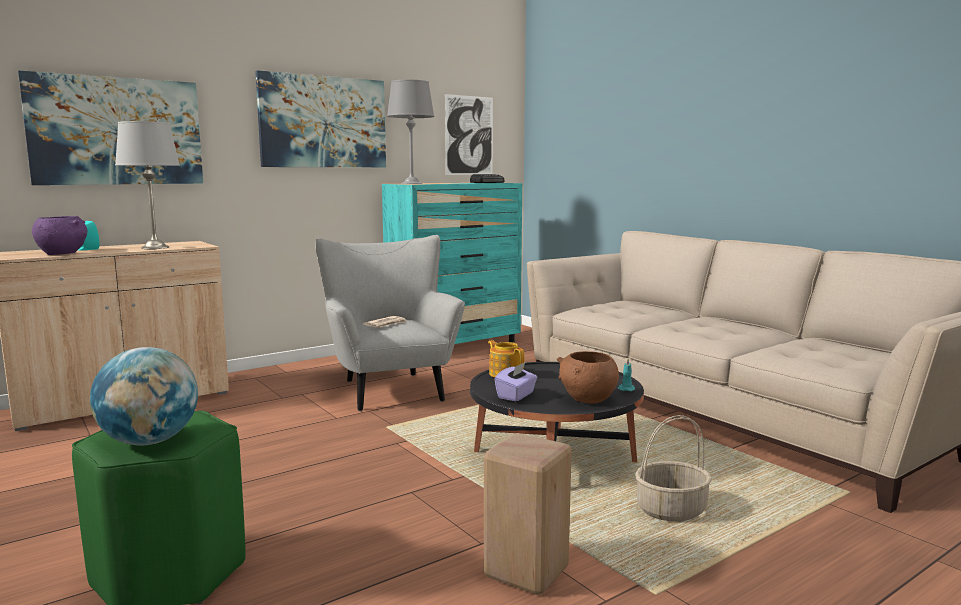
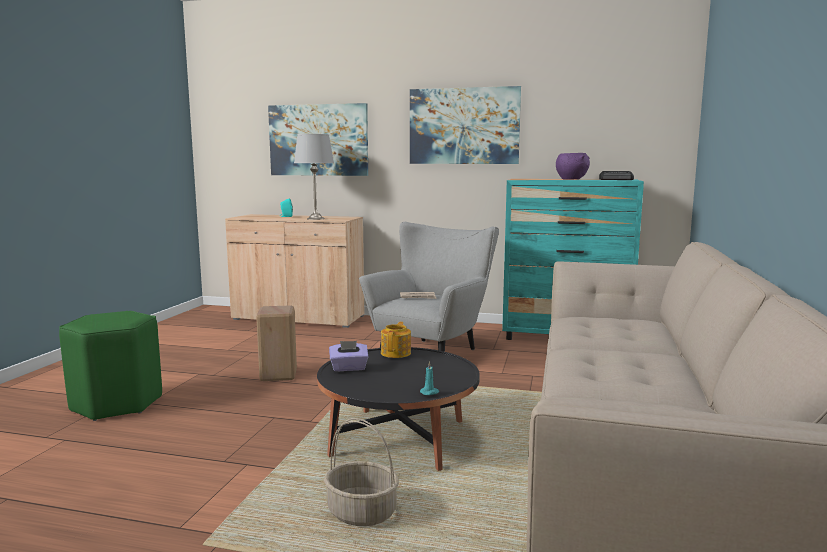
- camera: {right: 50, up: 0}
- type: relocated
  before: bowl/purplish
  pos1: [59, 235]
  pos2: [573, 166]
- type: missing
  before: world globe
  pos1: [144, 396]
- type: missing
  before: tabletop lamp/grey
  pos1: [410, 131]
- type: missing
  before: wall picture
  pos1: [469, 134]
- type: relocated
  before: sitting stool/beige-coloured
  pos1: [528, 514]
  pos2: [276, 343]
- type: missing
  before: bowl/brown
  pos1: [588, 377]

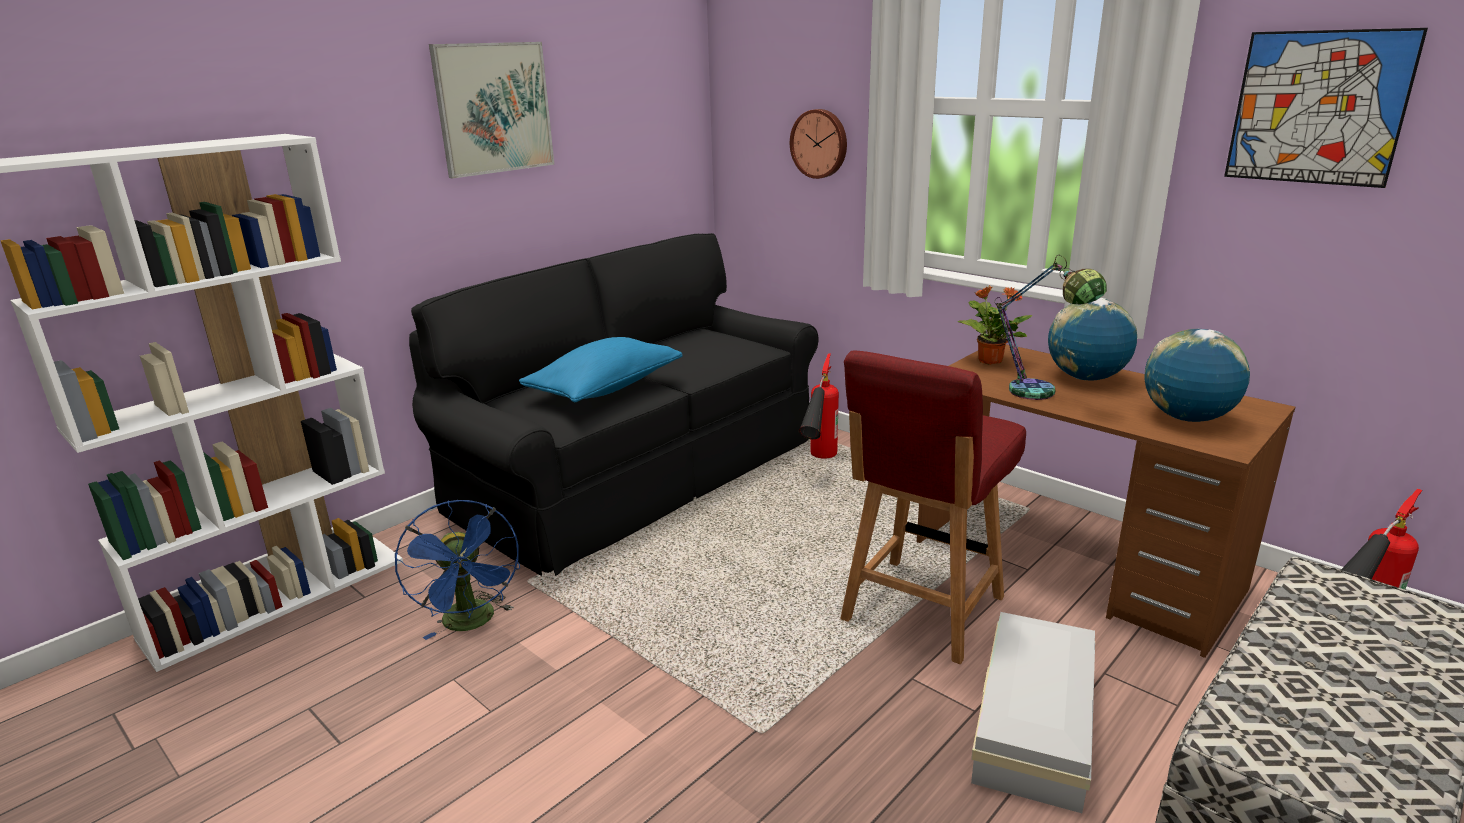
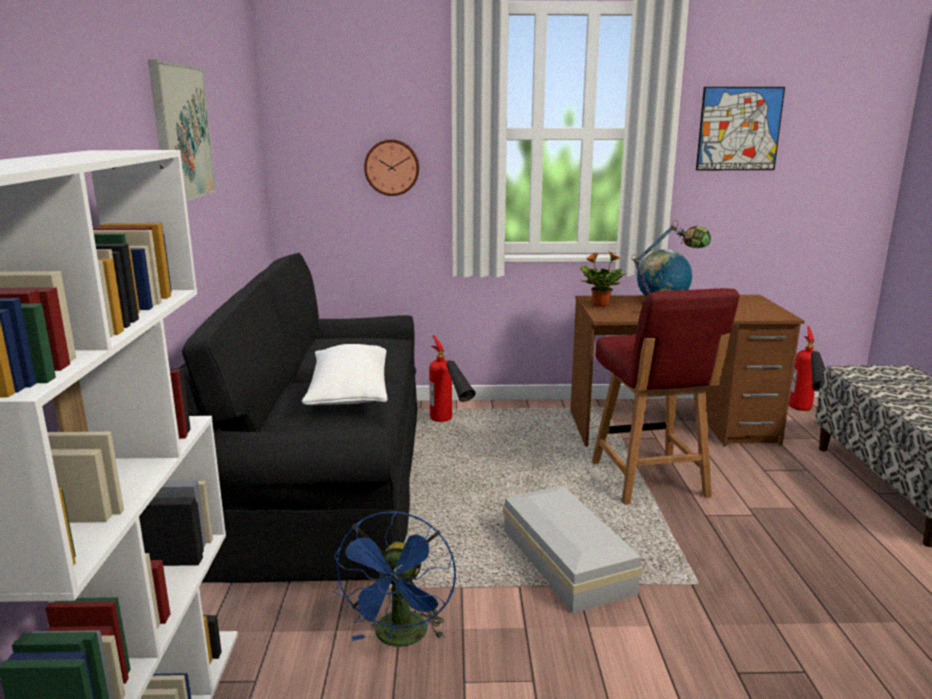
- camera: {right: -45, up: -5}
- type: spun
  before: cooling fan/blue
  pos1: [457, 570]
  pos2: [394, 579]
  turn: 75
- type: colour
  before: pillow/blue
  after: pillow/white-coloured
  pos1: [601, 369]
  pos2: [344, 374]
- type: relocated
  before: storage box/white-coloured
  pos1: [1033, 712]
  pos2: [573, 549]
- type: missing
  before: world globe
  pos1: [1197, 375]

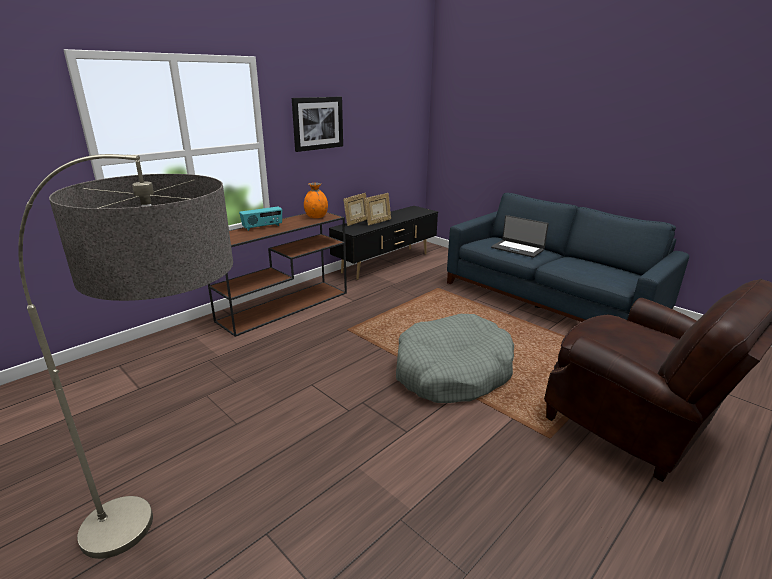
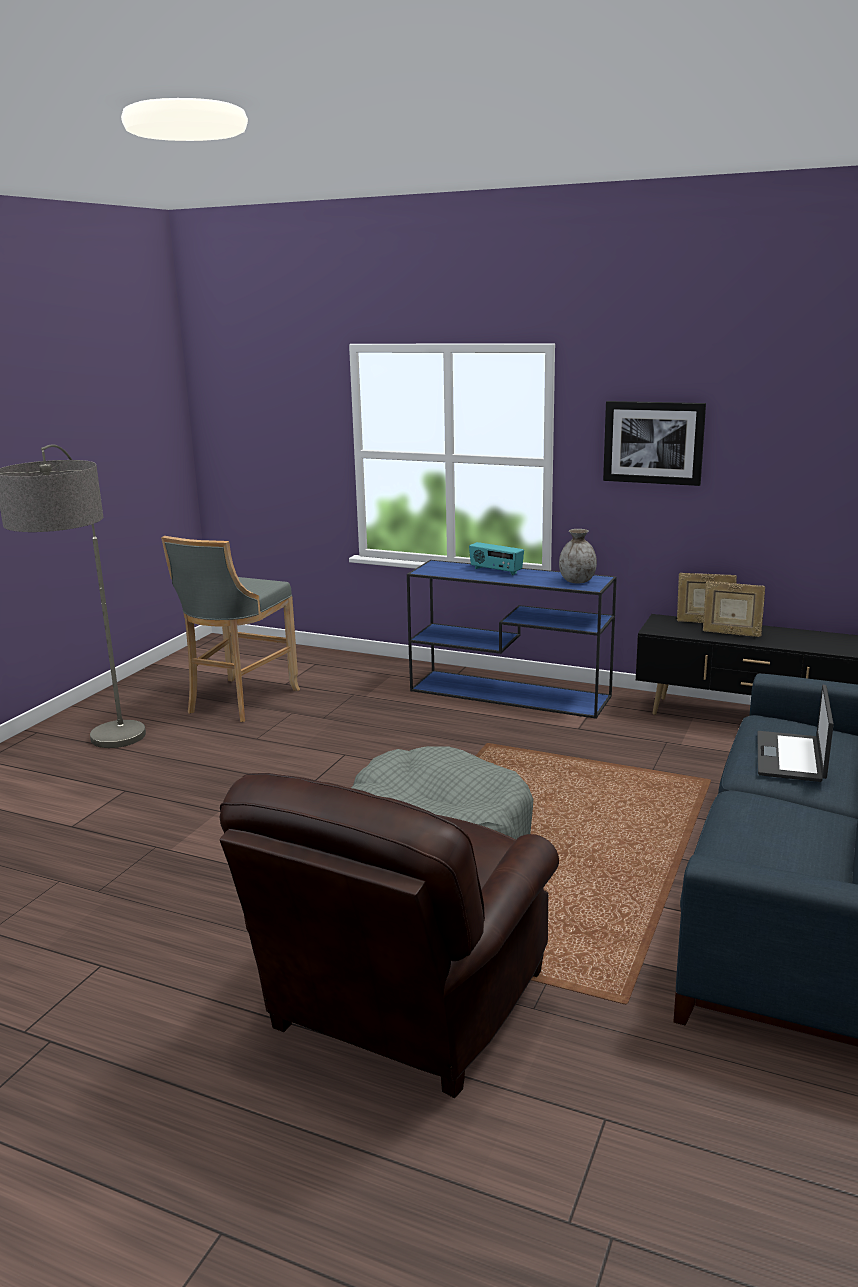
- camera: {right: 70, up: -5}
- type: colour
  before: hall table/brown
  after: hall table/blue
  pos1: [277, 274]
  pos2: [512, 639]
- type: colour
  before: vase/orange-coloured
  after: vase/grey
  pos1: [316, 200]
  pos2: [578, 556]
- type: appeared
  after: sitting stool/grey
  pos2: [230, 629]

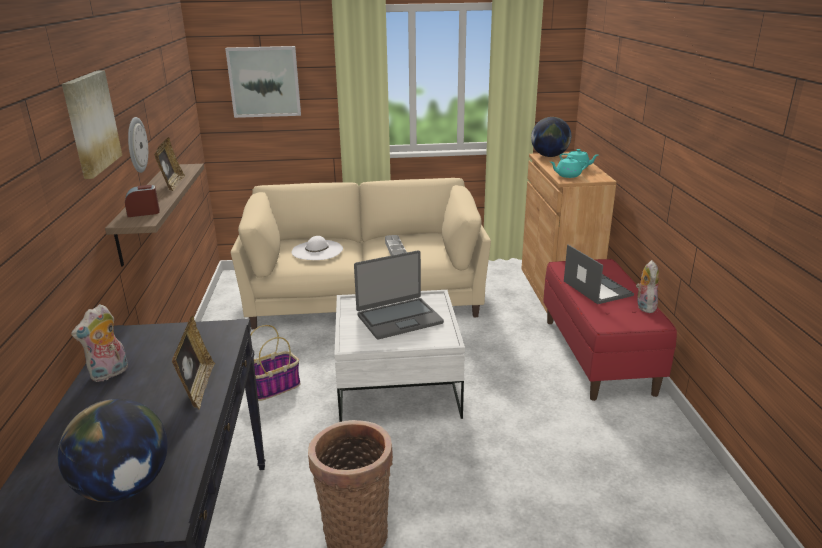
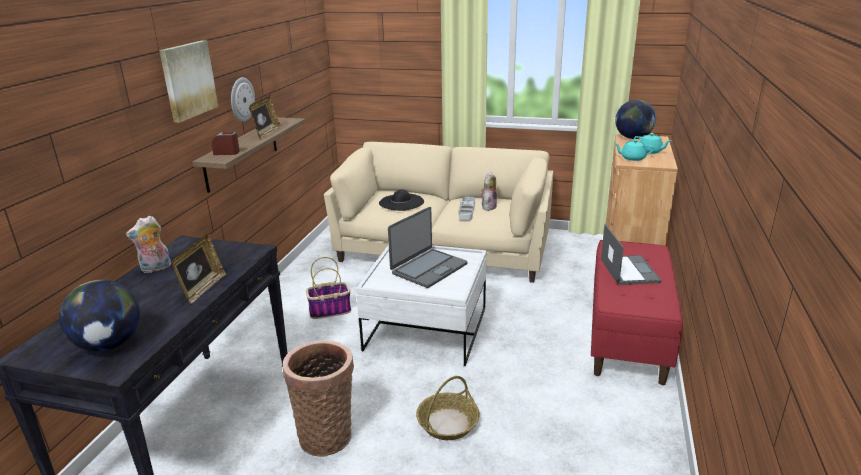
- camera: {right: 20, up: 0}
- type: missing
  before: wall picture
  pos1: [263, 82]
- type: colour
  before: wearable hat/white-coloured
  after: wearable hat/blackish
  pos1: [317, 248]
  pos2: [401, 200]
- type: spun
  before: laptop
  pos1: [399, 294]
  pos2: [427, 247]
  turn: -45
- type: relocated
  before: plush toy
  pos1: [647, 286]
  pos2: [489, 191]
- type: appeared
  after: basket
  pos2: [448, 408]

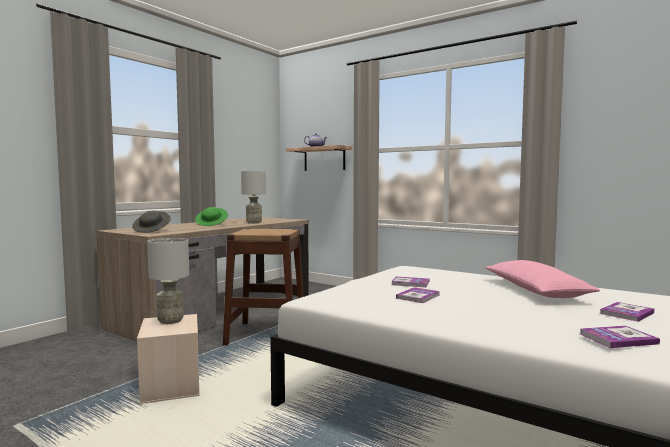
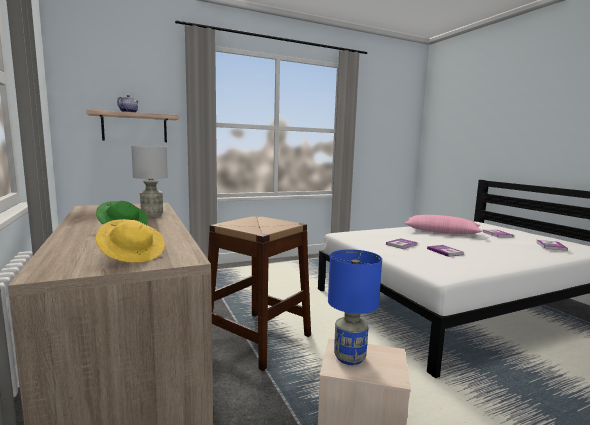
- camera: {right: -60, up: 5}
- type: colour
  before: wearable hat/grey
  after: wearable hat/yellow-coloured
  pos1: [151, 221]
  pos2: [130, 241]
- type: colour
  before: tabletop lamp/grey
  after: tabletop lamp/blue
  pos1: [168, 281]
  pos2: [355, 307]

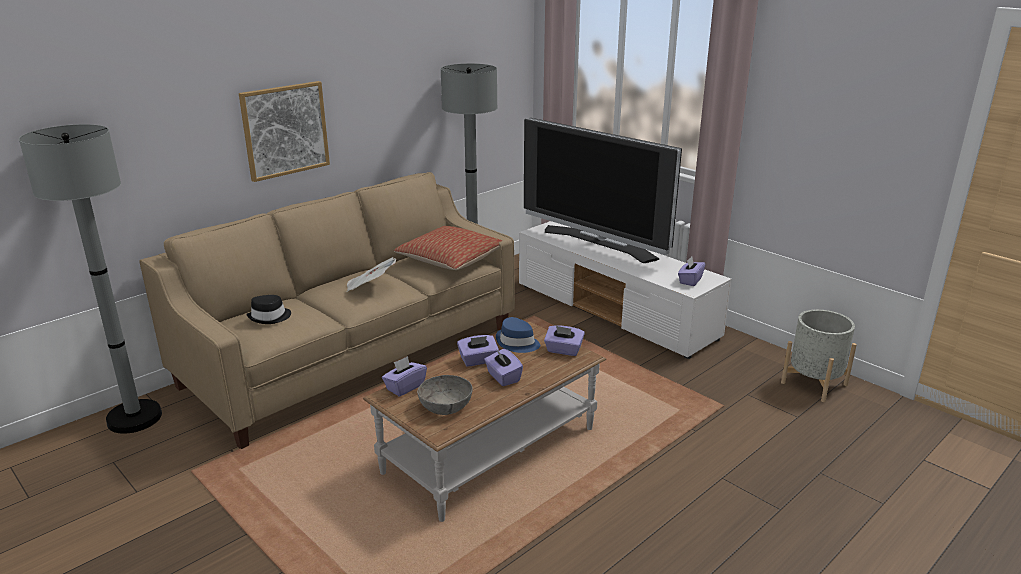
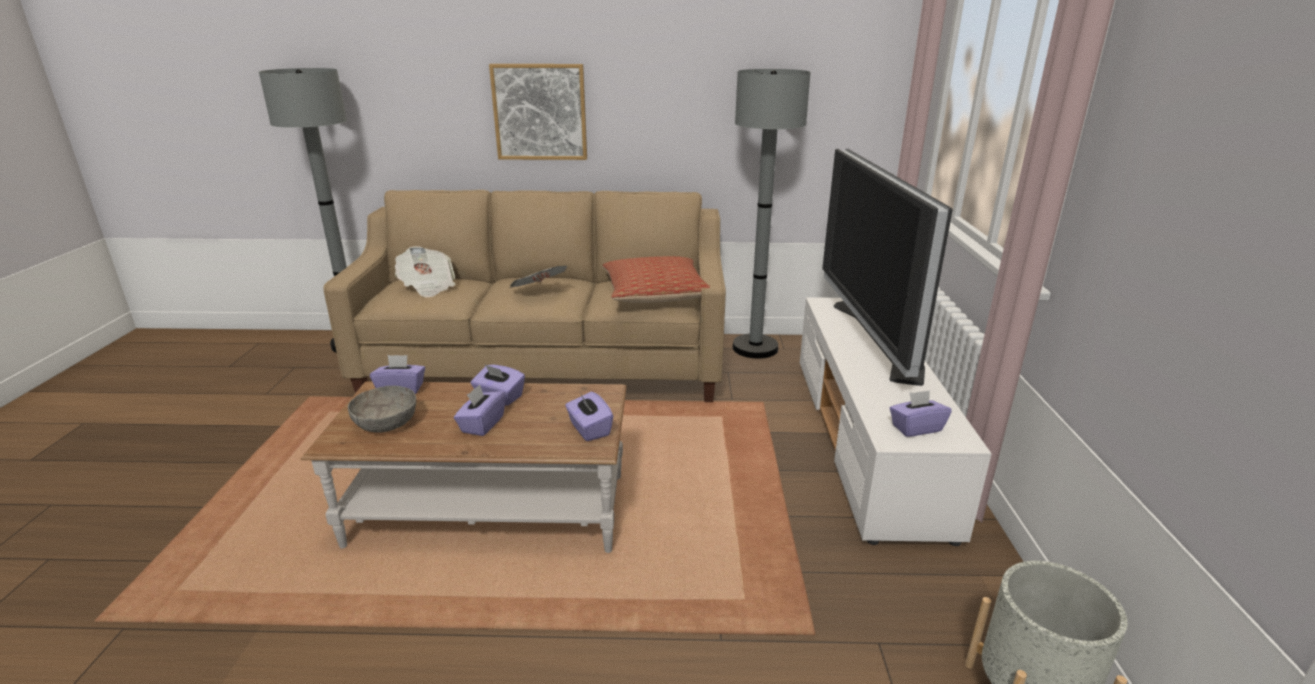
- camera: {right: 45, up: 0}
- type: exchanged
  before: wearable hat/blackish
  after: newspaper
  pos1: [268, 309]
  pos2: [425, 272]
- type: missing
  before: wearable hat/blue
  pos1: [518, 335]

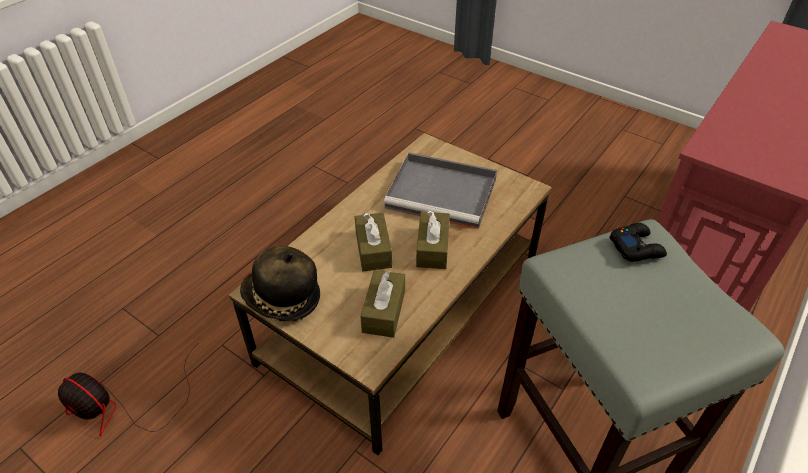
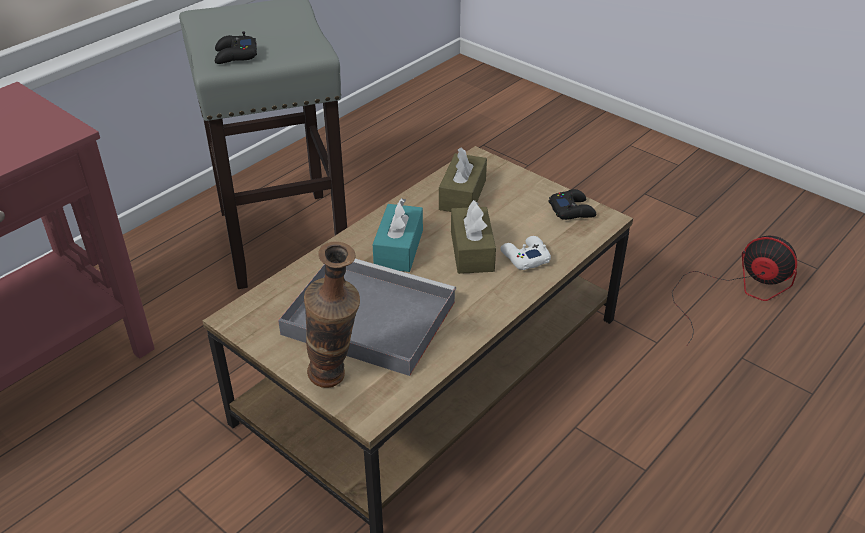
- camera: {right: -175, up: -5}
- type: exchanged
  before: wearable hat
  after: game controller/blackish
  pos1: [280, 284]
  pos2: [572, 204]
- type: colour
  before: tissue box/brown
  after: tissue box/blue-green
  pos1: [433, 239]
  pos2: [397, 235]
- type: appeared
  after: vase
  pos2: [332, 315]
- type: appeared
  after: game controller/white-coloured
  pos2: [525, 253]

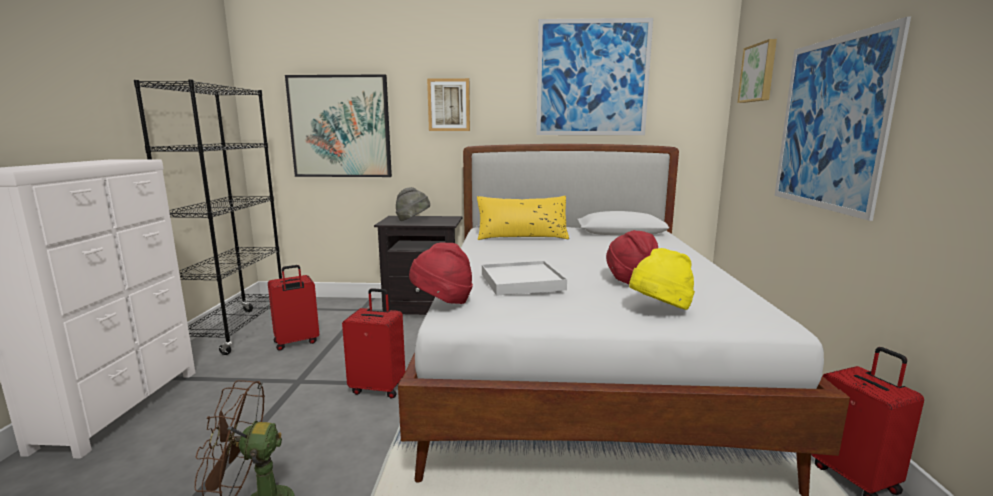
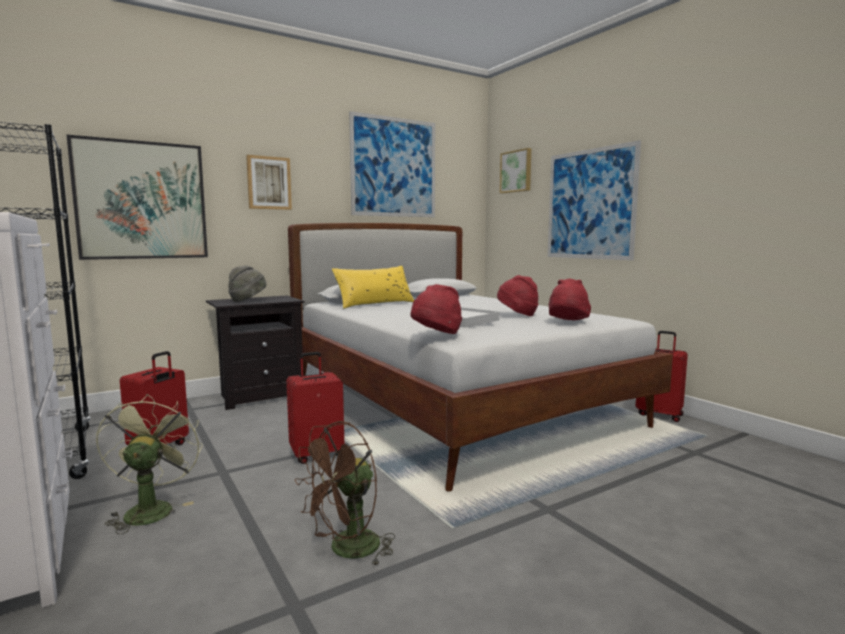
- camera: {right: -35, up: -5}
- type: colour
  before: wearable hat/yellow-coloured
  after: wearable hat/reddish
  pos1: [662, 279]
  pos2: [570, 299]
- type: appeared
  after: cooling fan/greenish
  pos2: [149, 464]

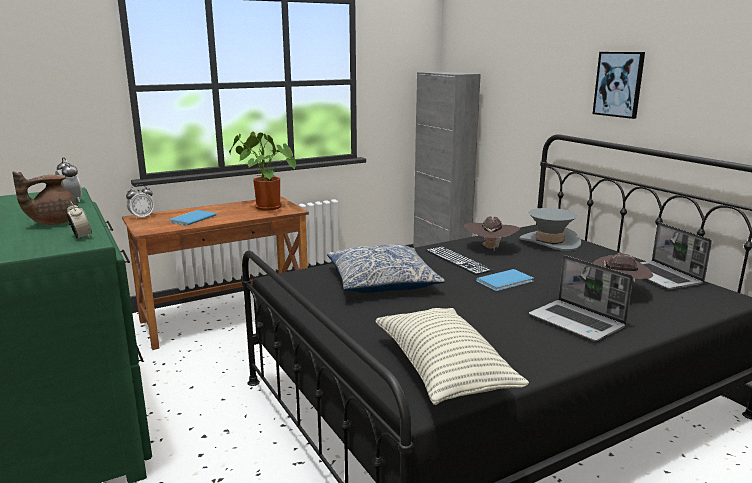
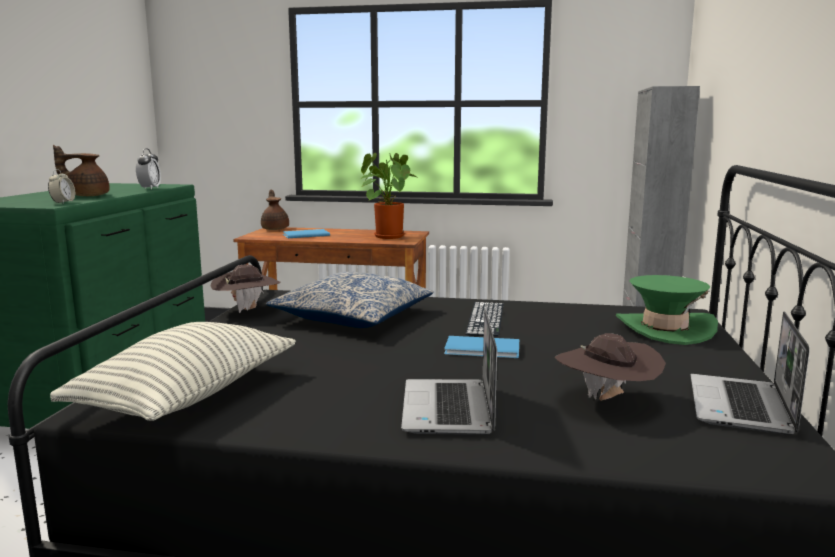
- camera: {right: 40, up: -5}
- type: exchanged
  before: bedside clock
  after: tea pot/brown
  pos1: [140, 202]
  pos2: [275, 209]
- type: relocated
  before: wearable hat/brown
  pos1: [492, 233]
  pos2: [245, 288]
- type: colour
  before: wearable hat/grey
  after: wearable hat/greenish
  pos1: [550, 229]
  pos2: [667, 310]
- type: missing
  before: wall picture
  pos1: [619, 85]

